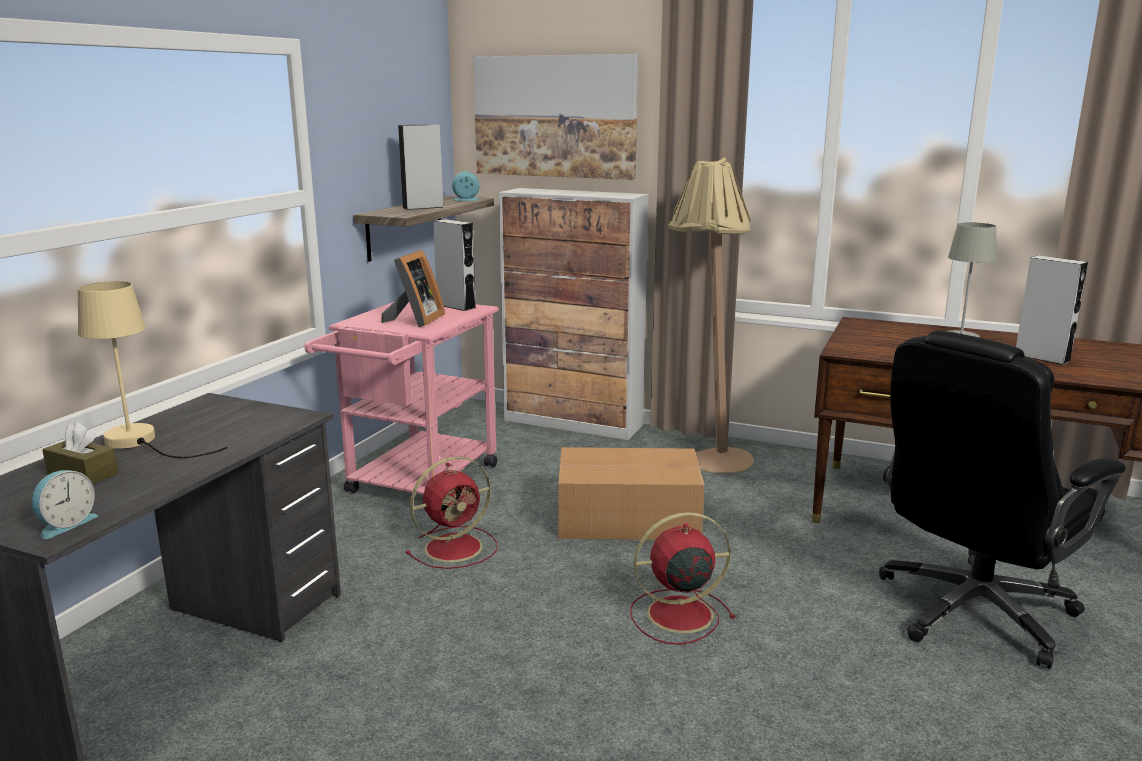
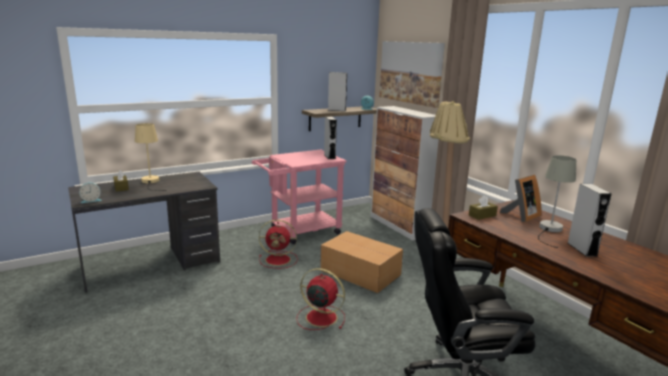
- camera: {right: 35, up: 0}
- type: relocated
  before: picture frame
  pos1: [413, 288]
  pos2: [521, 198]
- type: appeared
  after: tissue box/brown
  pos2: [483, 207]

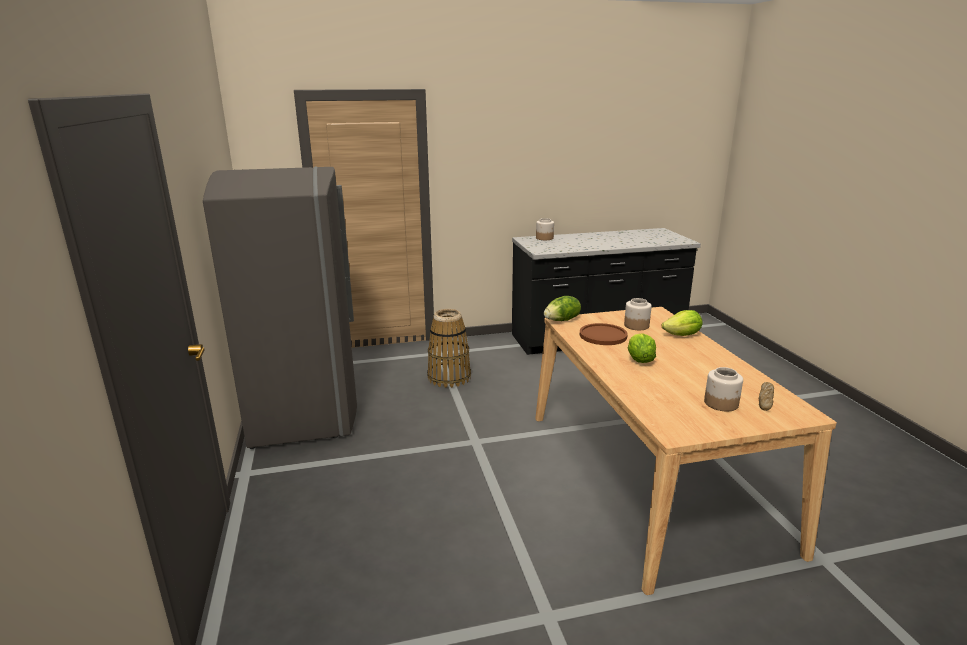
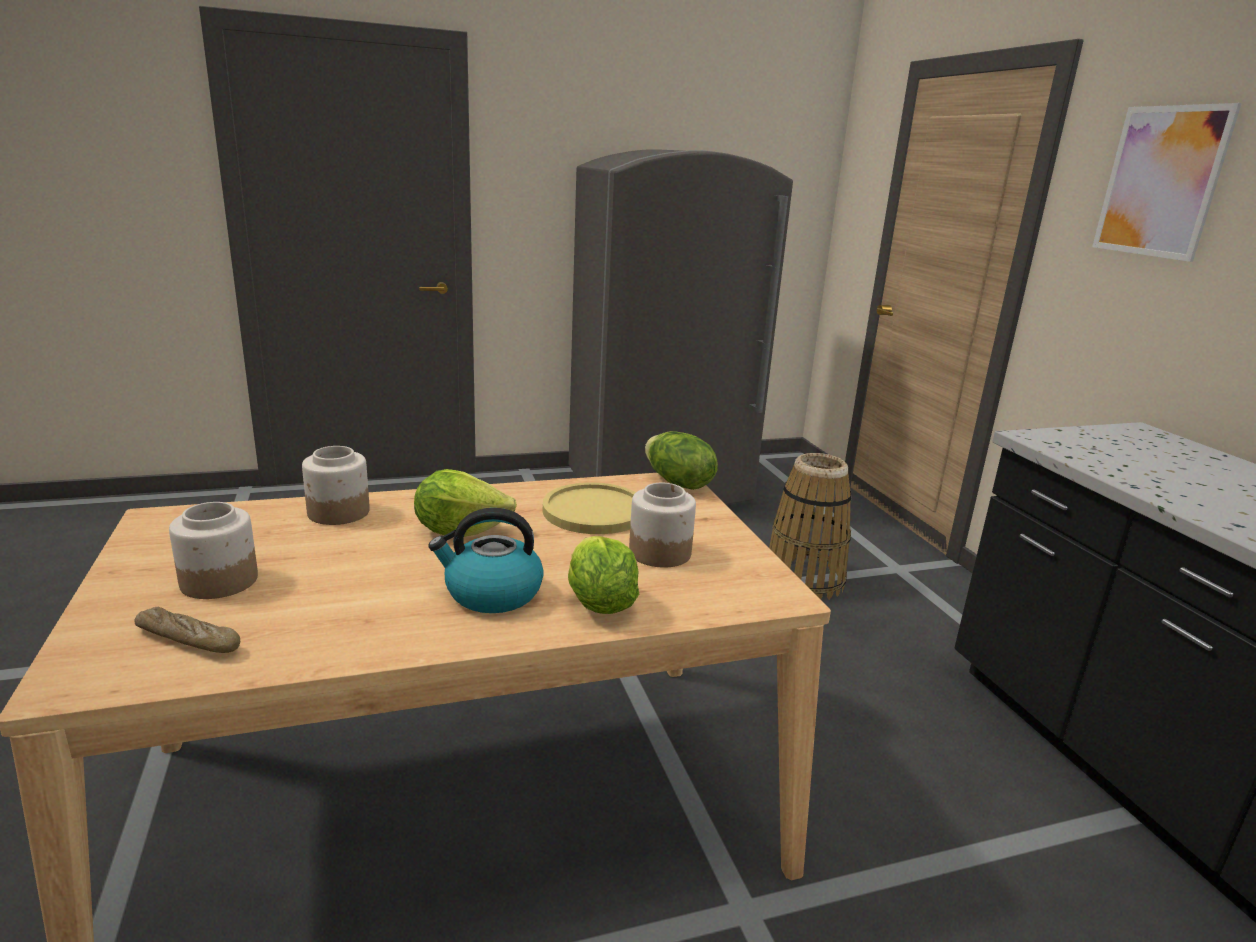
- camera: {right: 85, up: 0}
- type: relocated
  before: preserve jar
  pos1: [545, 229]
  pos2: [336, 485]
- type: colour
  before: plate/brown
  after: plate/yellow-coloured
  pos1: [604, 334]
  pos2: [589, 508]
- type: appeared
  after: kettle
  pos2: [486, 560]
- type: appeared
  after: wall picture
  pos2: [1167, 182]

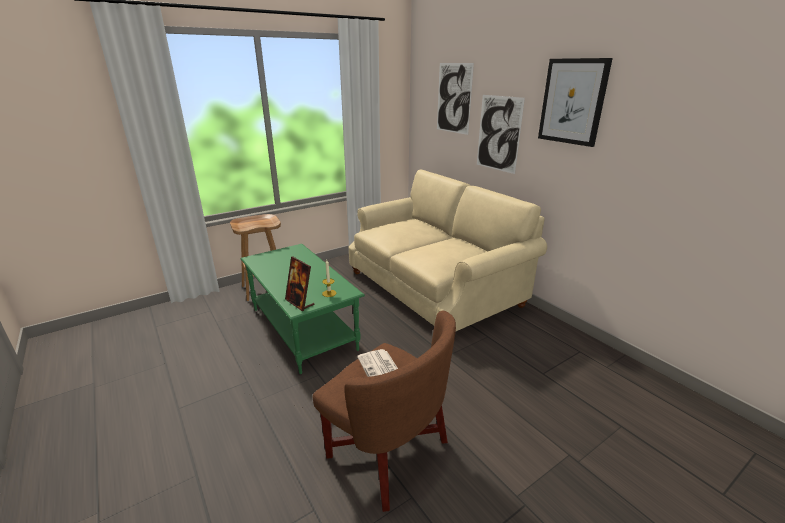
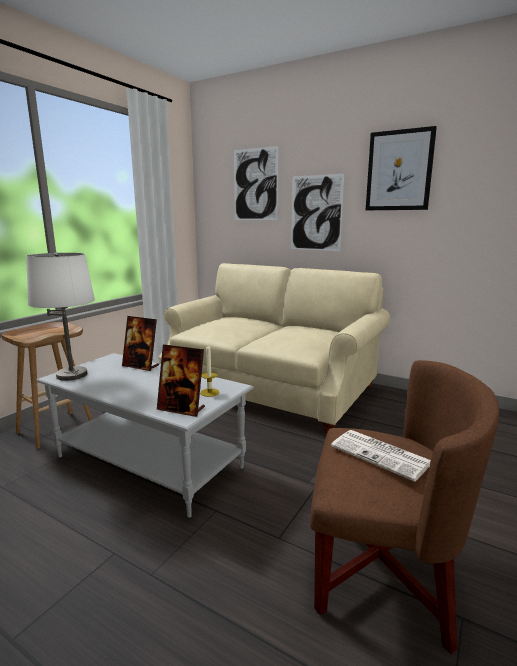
- camera: {right: -25, up: -10}
- type: colour
  before: coffee table/greenish
  after: coffee table/grey
  pos1: [303, 309]
  pos2: [145, 435]
- type: appeared
  after: tabletop lamp/white-coloured
  pos2: [60, 317]
- type: appeared
  after: picture frame
  pos2: [140, 343]

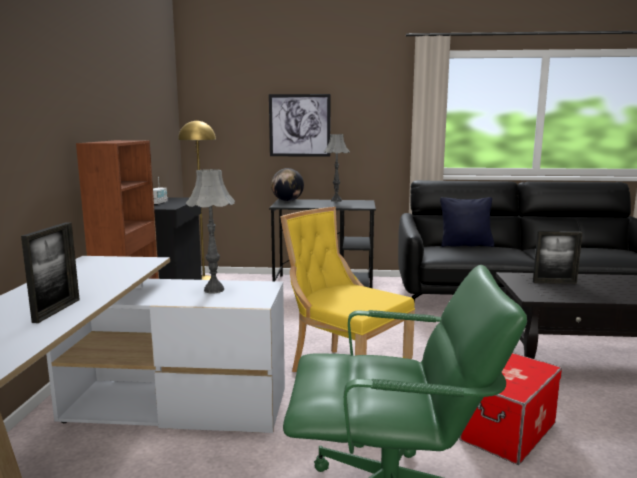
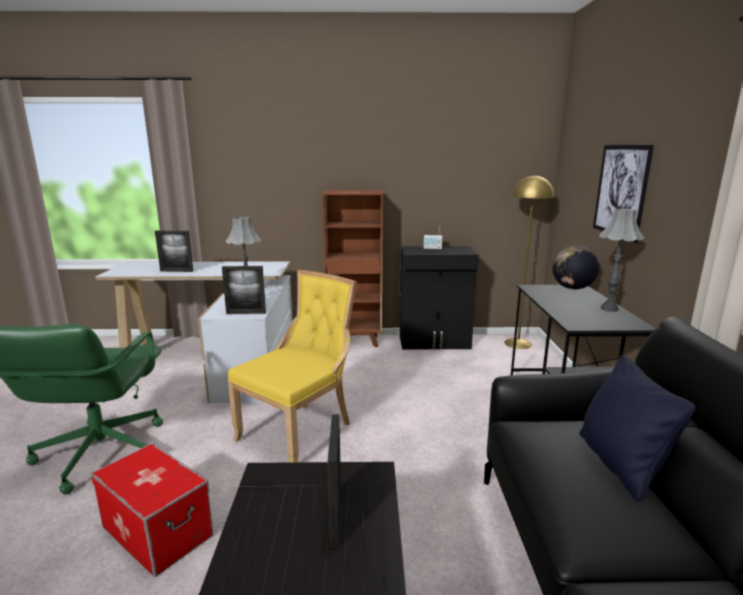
- camera: {right: 85, up: 5}
- type: appeared
  after: picture frame
  pos2: [244, 290]

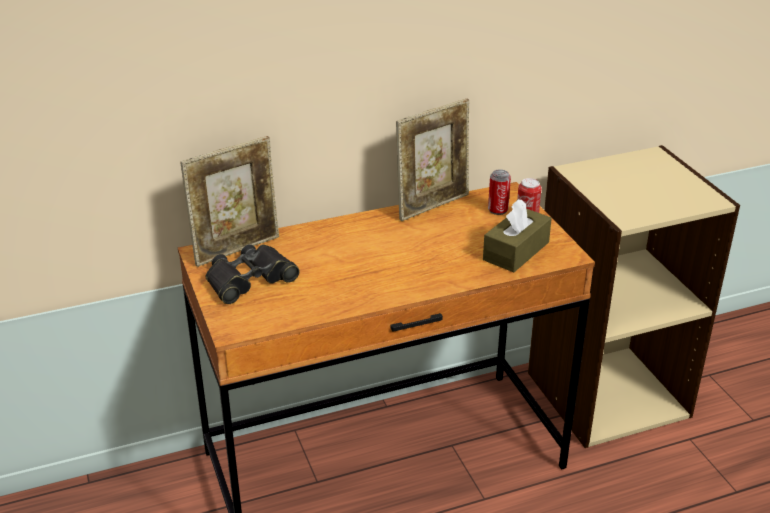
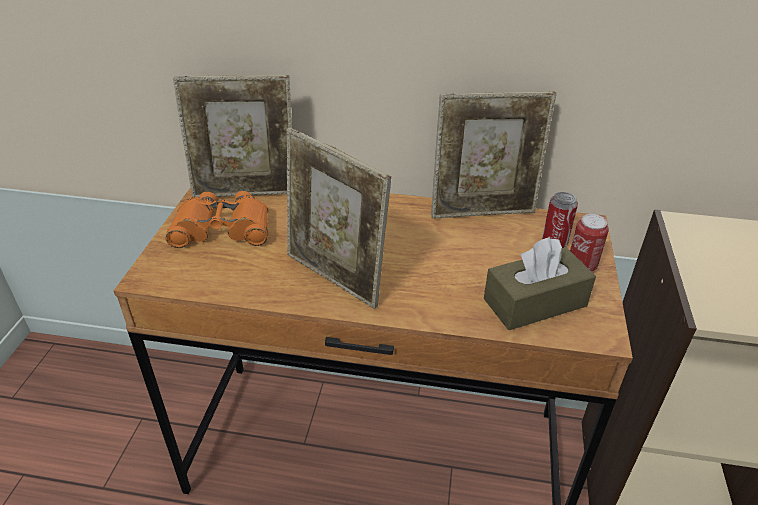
- camera: {right: 30, up: 5}
- type: colour
  before: pair of binoculars/blackish
  after: pair of binoculars/orange-coloured
  pos1: [253, 274]
  pos2: [217, 219]
- type: appeared
  after: picture frame
  pos2: [339, 218]

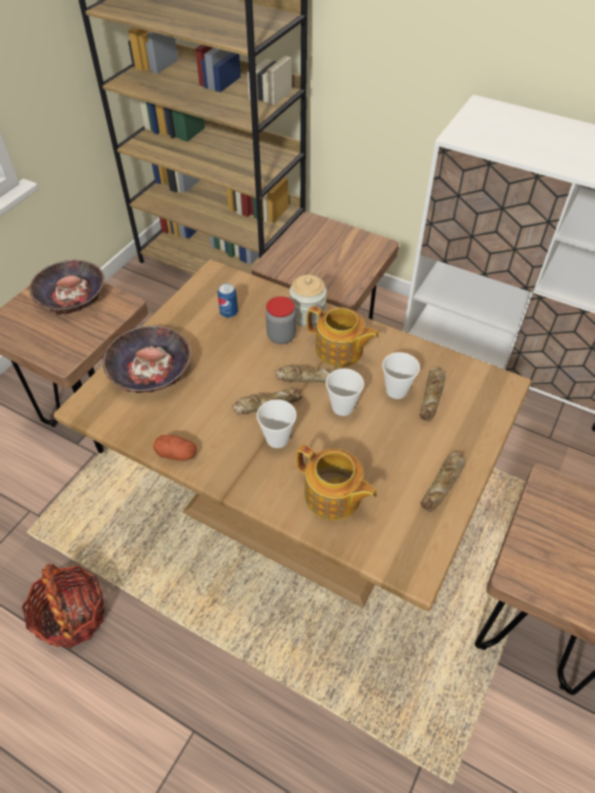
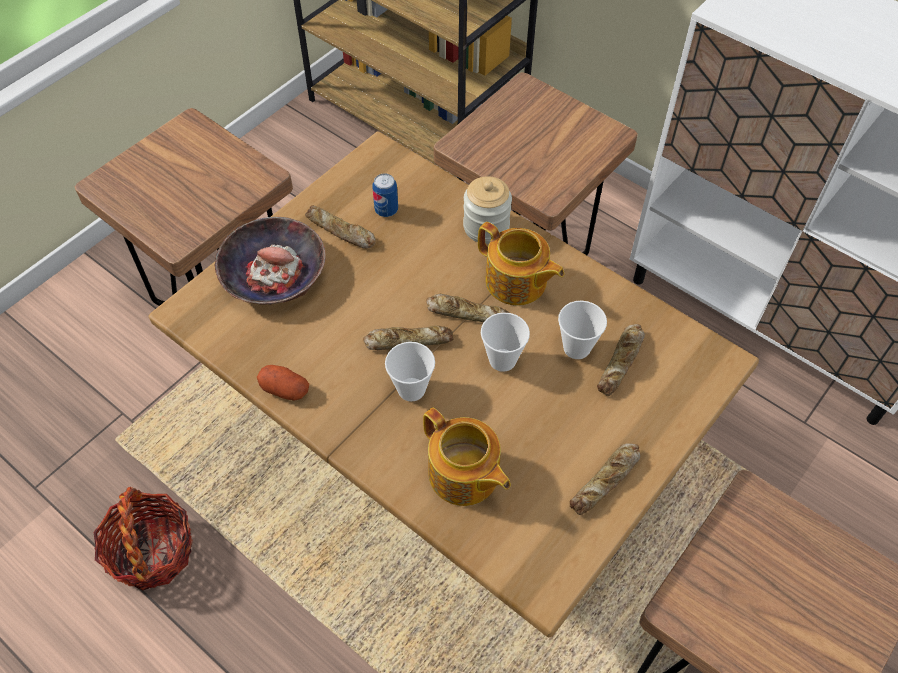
- camera: {right: 10, up: 5}
- type: missing
  before: bowl
  pos1: [66, 287]
- type: missing
  before: preserve jar
  pos1: [281, 320]
- type: appeared
  after: baked bread
  pos2: [340, 227]

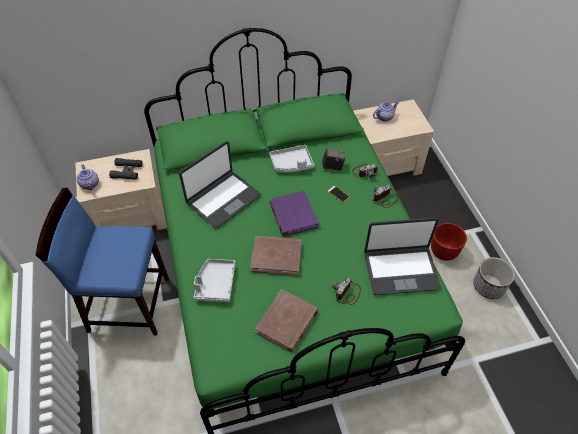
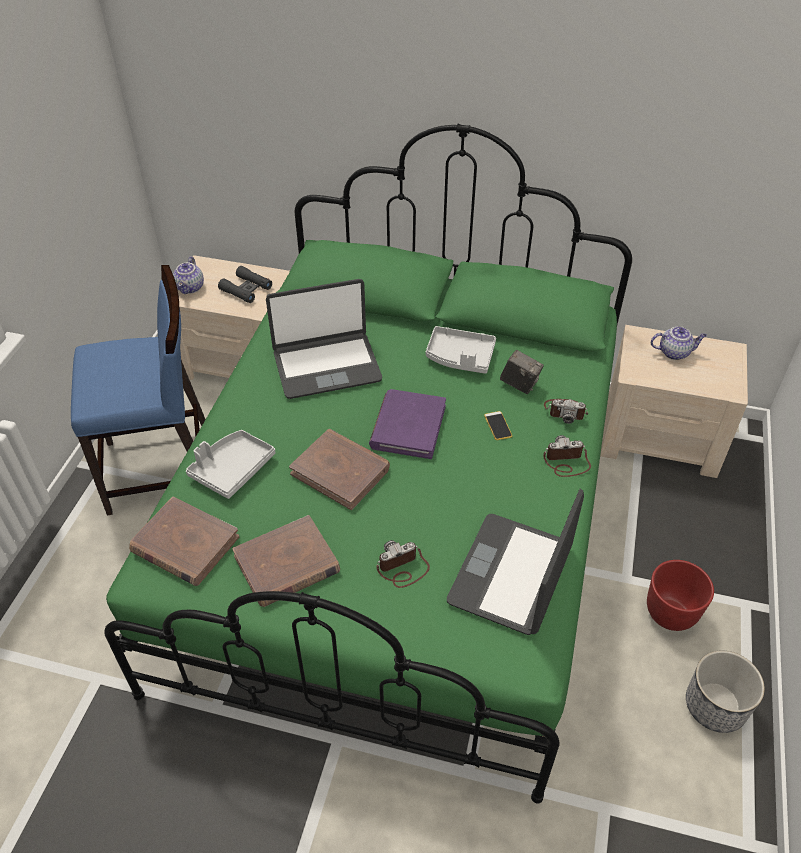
- camera: {right: 30, up: -5}
- type: spun
  before: upright chair/blue
  pos1: [102, 261]
  pos2: [138, 390]
  turn: 135
- type: spun
  before: laptop
  pos1: [402, 256]
  pos2: [515, 562]
  turn: 90
- type: appeared
  after: bound book/brown
  pos2: [184, 541]

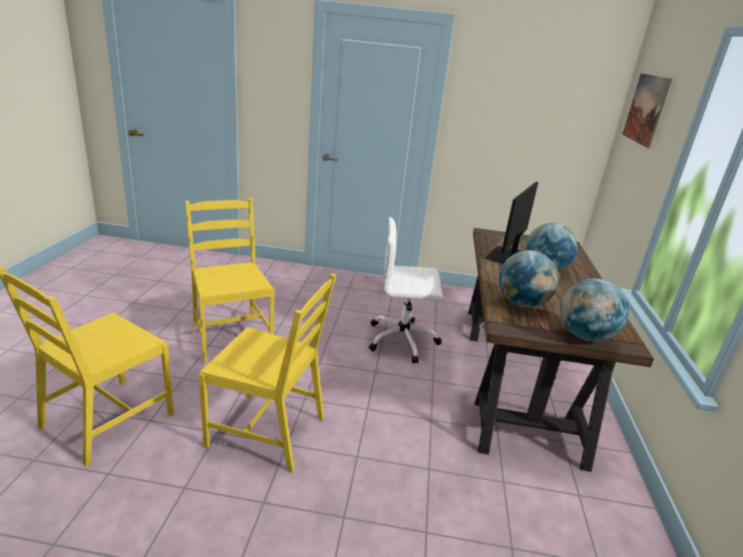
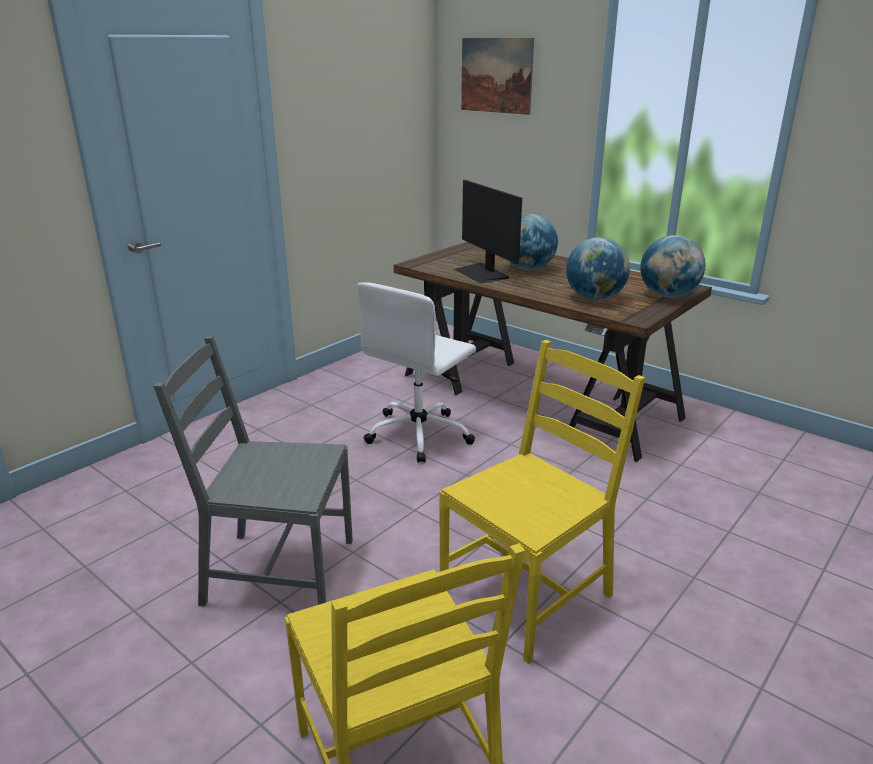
- camera: {right: -55, up: 0}
- type: colour
  before: upright chair/yellow-coloured
  after: upright chair/grey
  pos1: [230, 280]
  pos2: [253, 471]

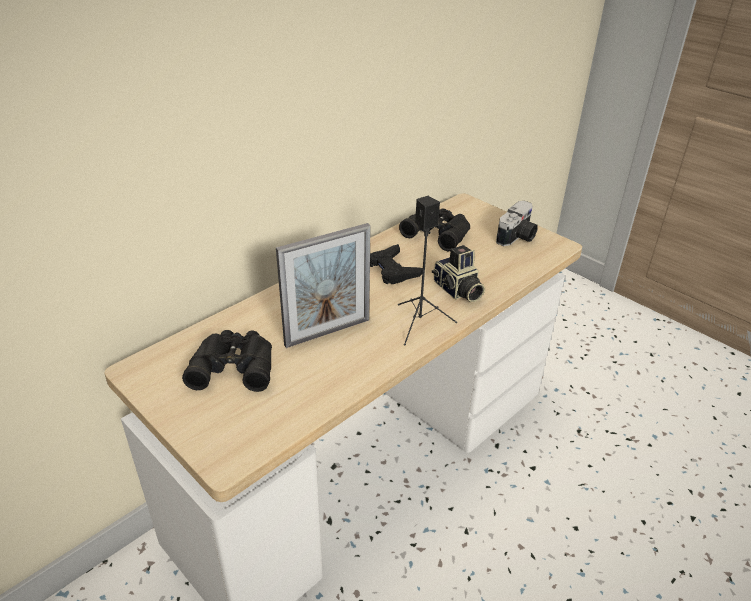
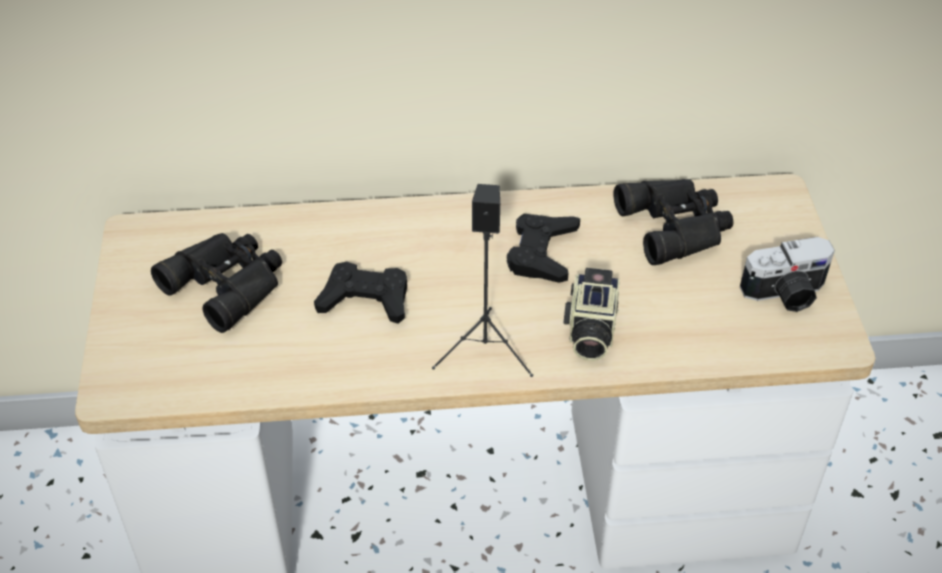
- camera: {right: 40, up: 10}
- type: exchanged
  before: picture frame
  after: game controller/blackish
  pos1: [323, 285]
  pos2: [360, 293]

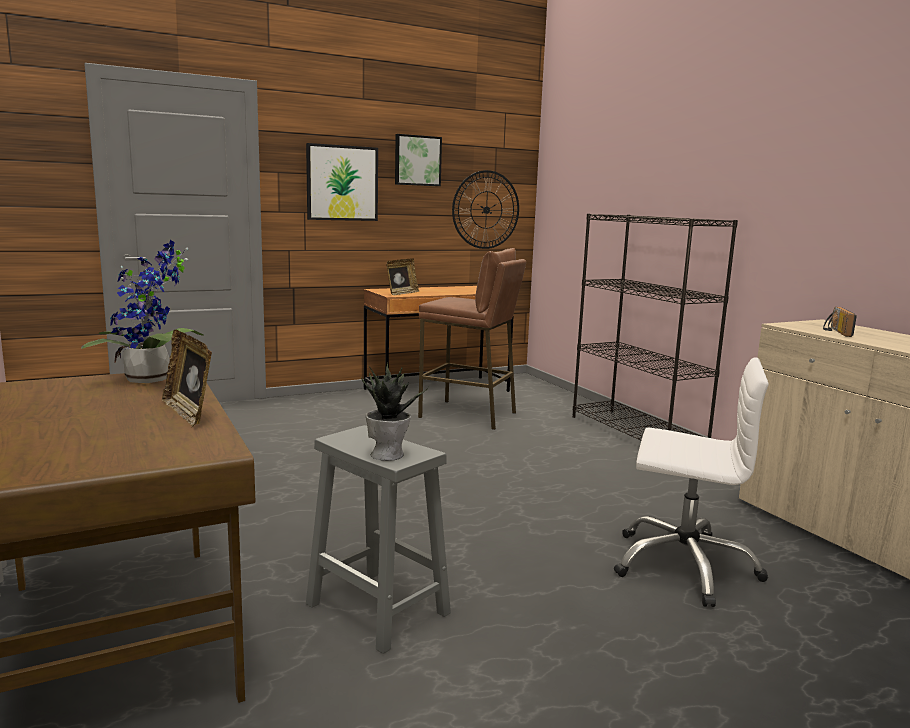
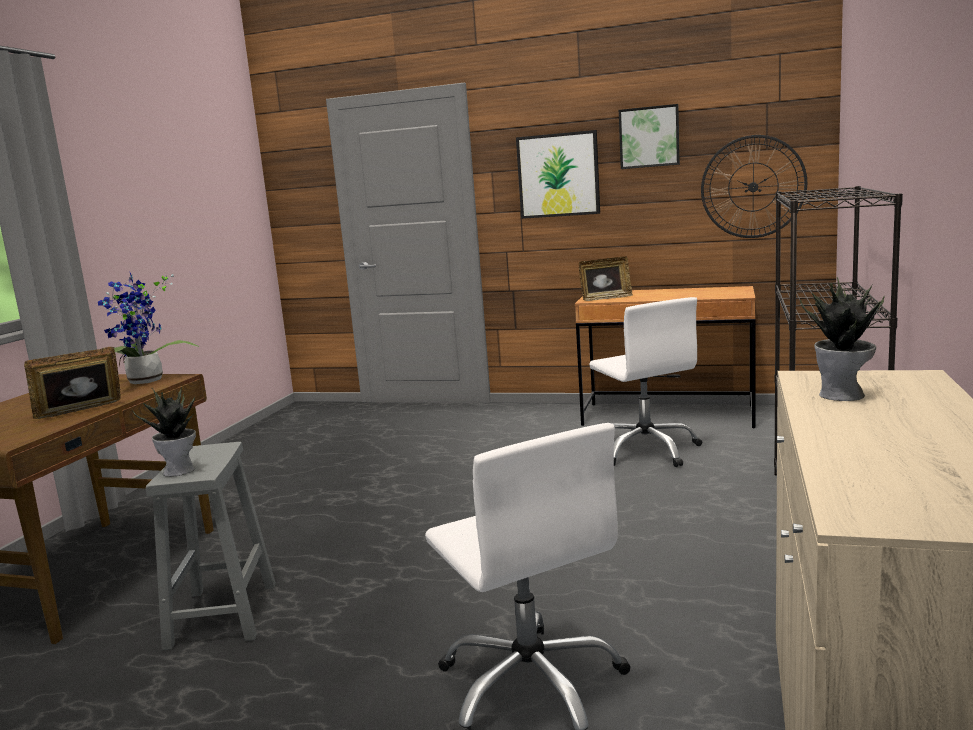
- camera: {right: 45, up: 0}
- type: spun
  before: picture frame
  pos1: [187, 378]
  pos2: [72, 383]
  turn: 45
- type: exchanged
  before: sitting stool/brown
  after: office chair/white-coloured
  pos1: [472, 339]
  pos2: [645, 382]
- type: exchanged
  before: radio set
  after: houseplant
  pos1: [840, 322]
  pos2: [842, 339]

